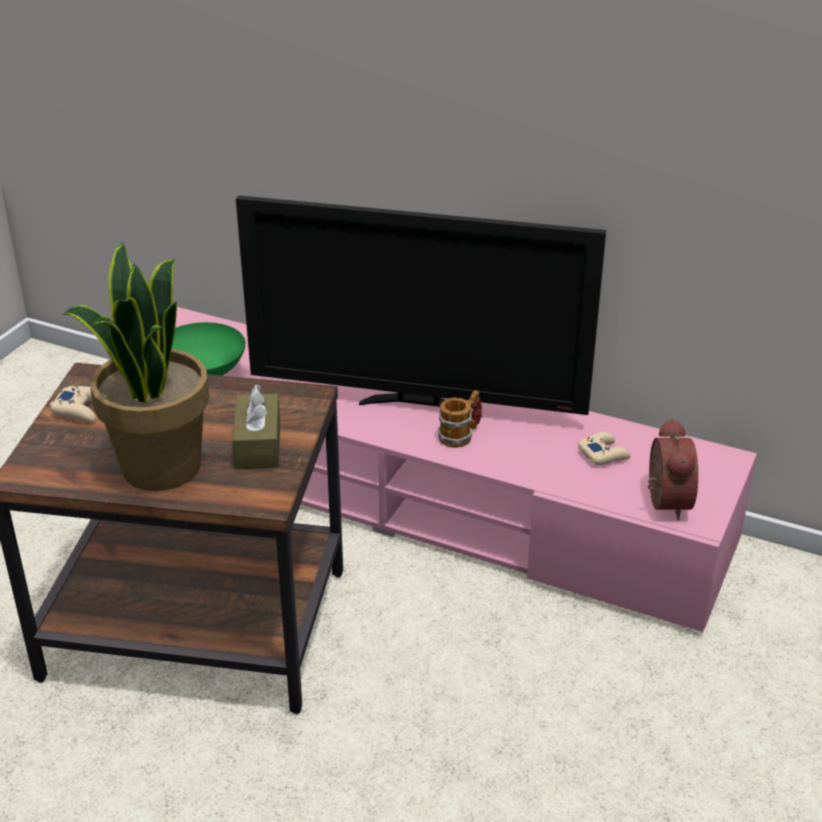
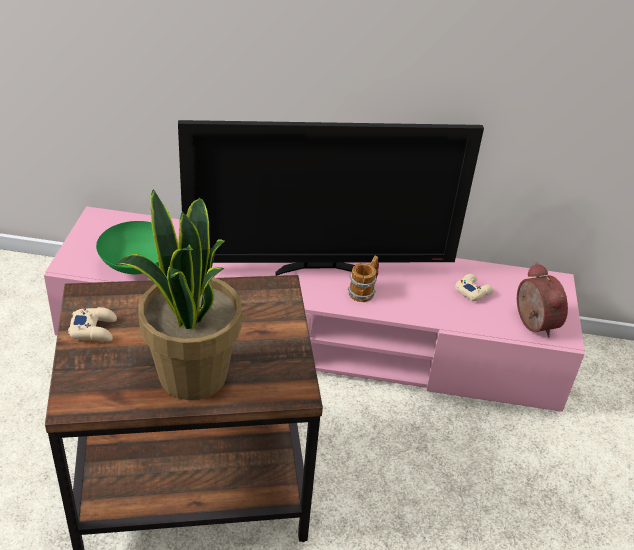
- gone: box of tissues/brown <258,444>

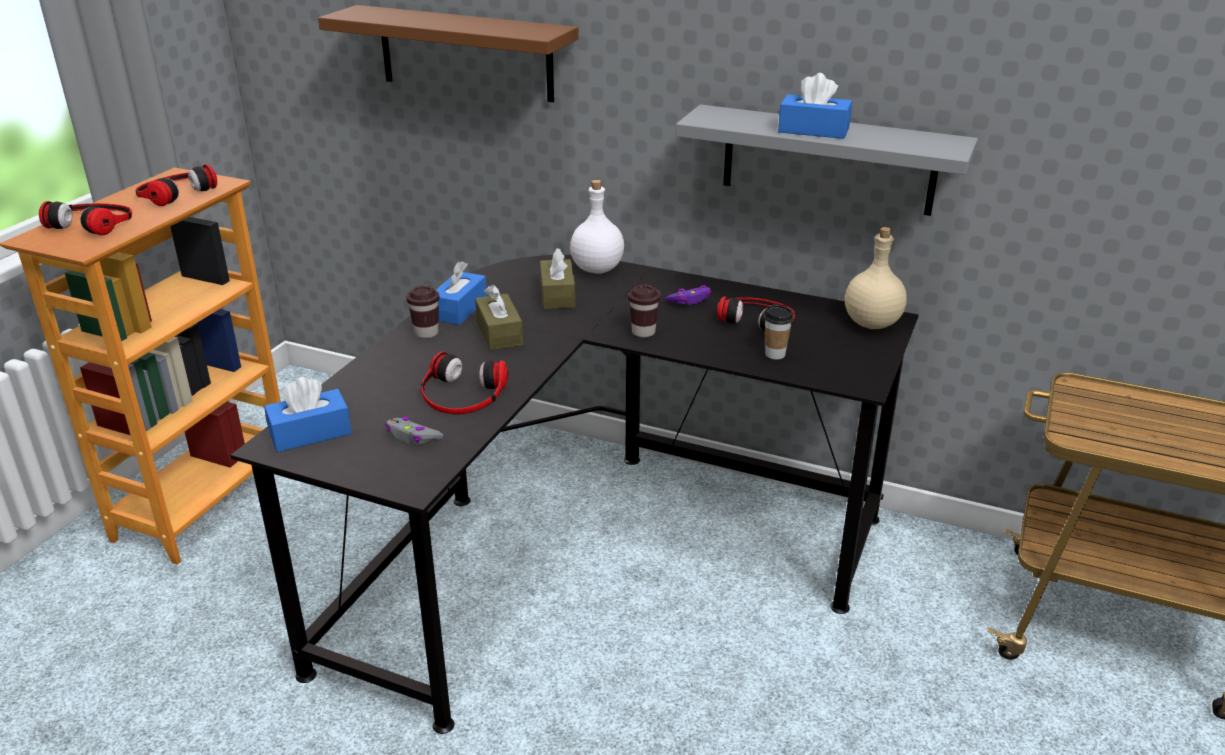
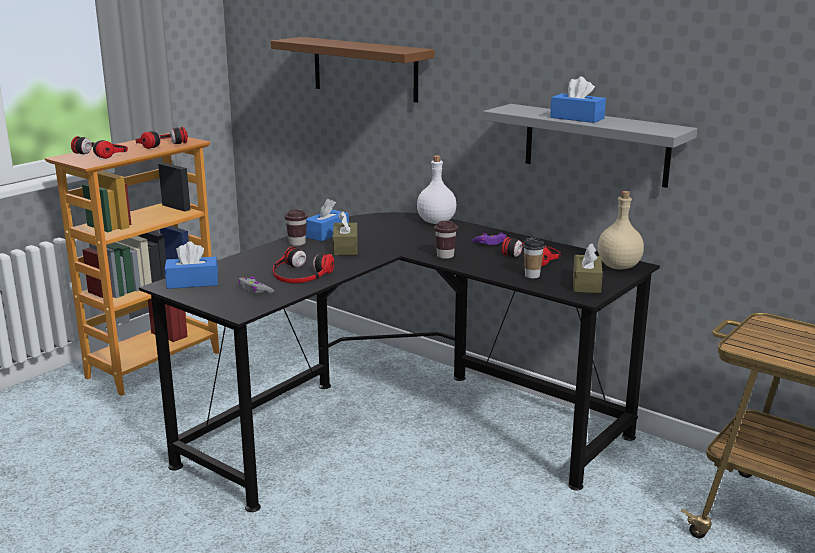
- shifted: box of tissues/brown <557,295> to <586,283>

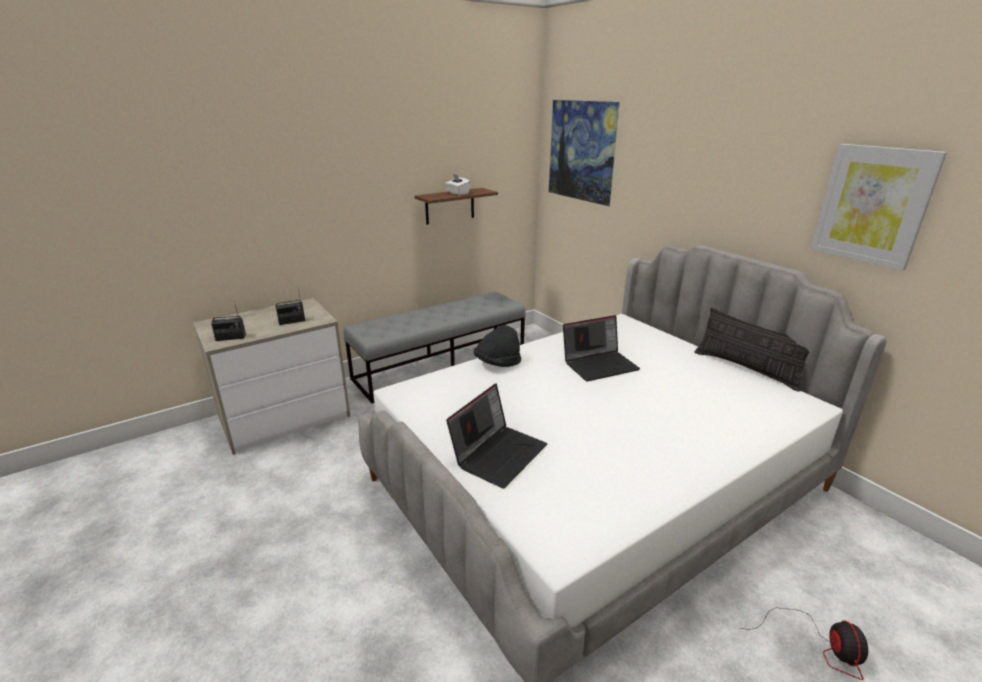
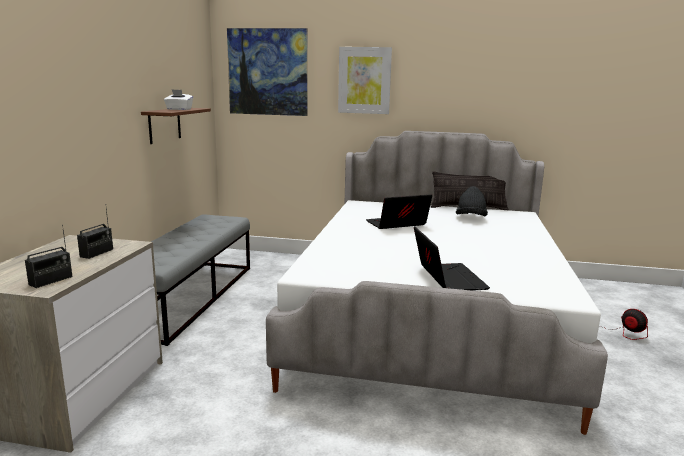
- shifted: wearable hat/blackish <497,363> to <470,218>
- shifted: wall art <872,205> to <364,80>
- rotated: portable computer <599,364> = <396,224> 135 degrees counterclockwise

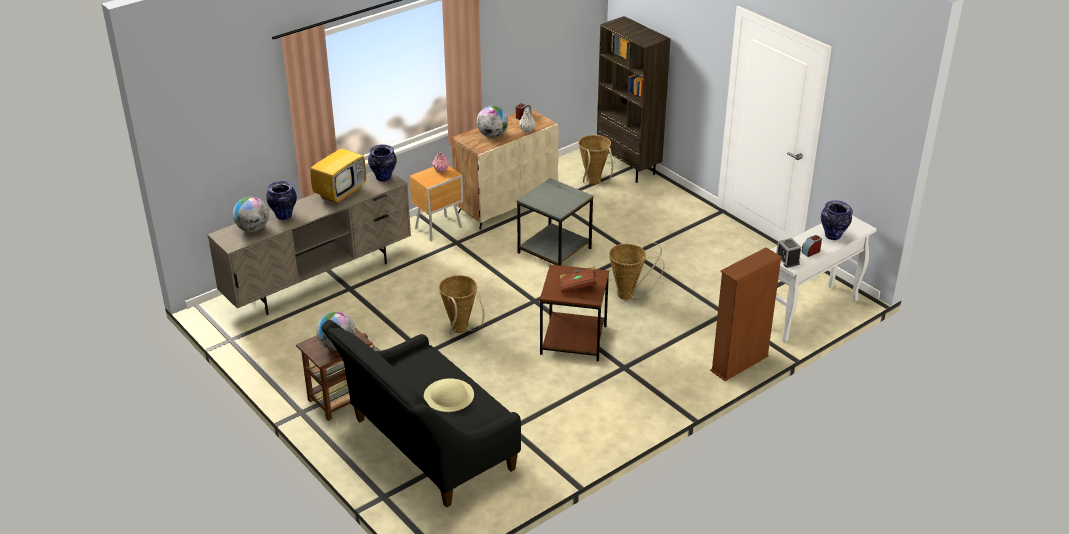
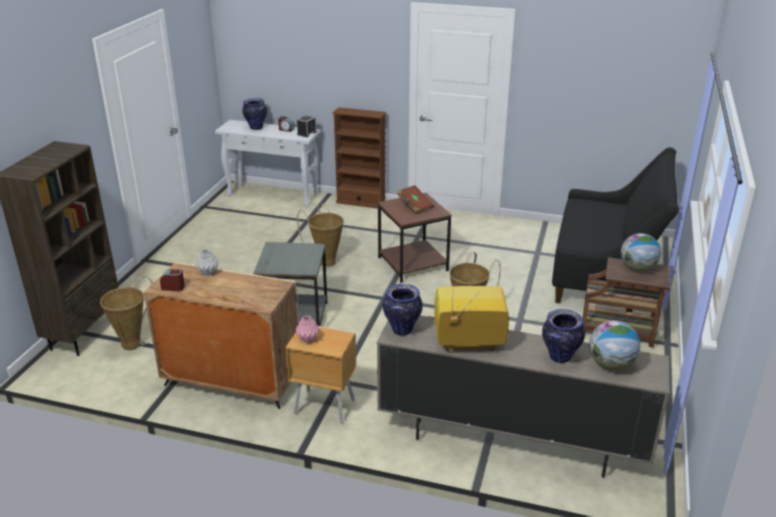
- gone: wearable hat/beige-coloured <448,395>
- gone: world globe <492,135>

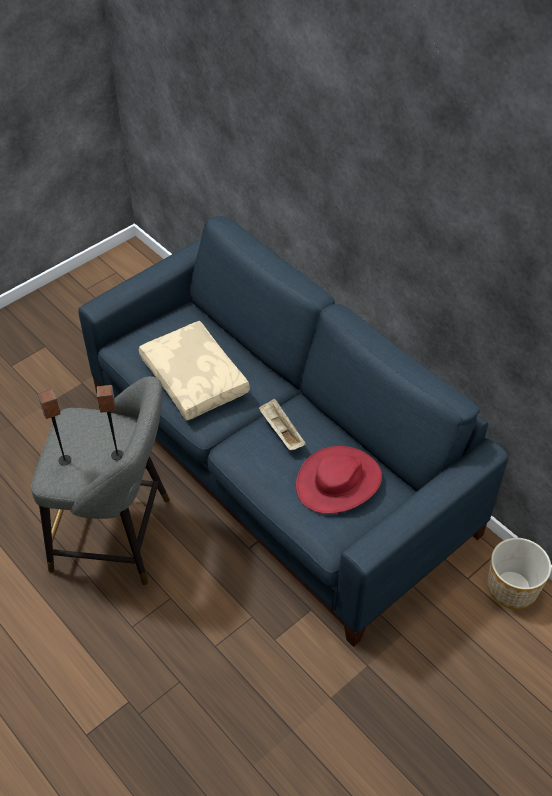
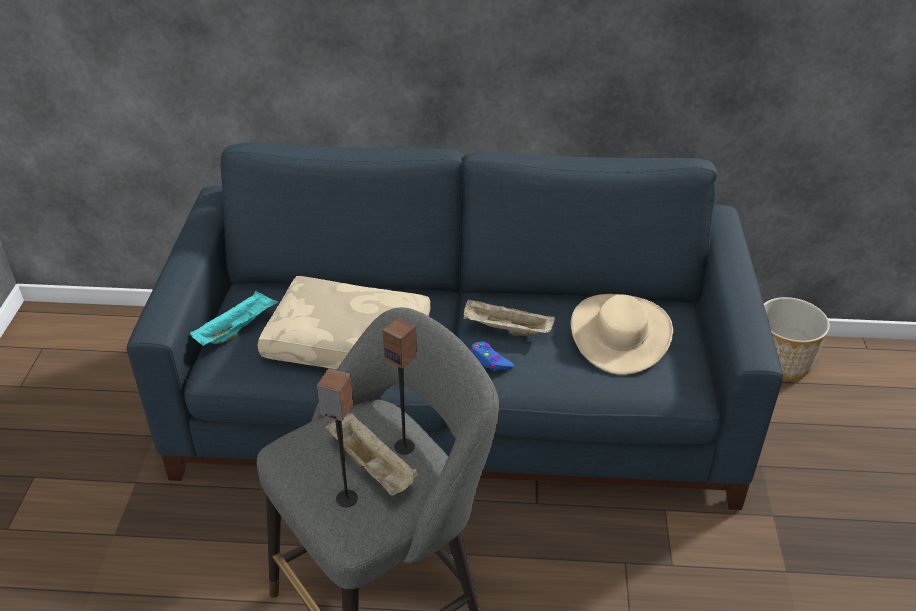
- new: tray/blue-green <237,329>
- new: tray/beige-coloured <373,467>
- new: gamepad/blue-coloured <490,361>
- repainted: wearable hat/red <339,482> to wearable hat/beige-coloured <620,334>

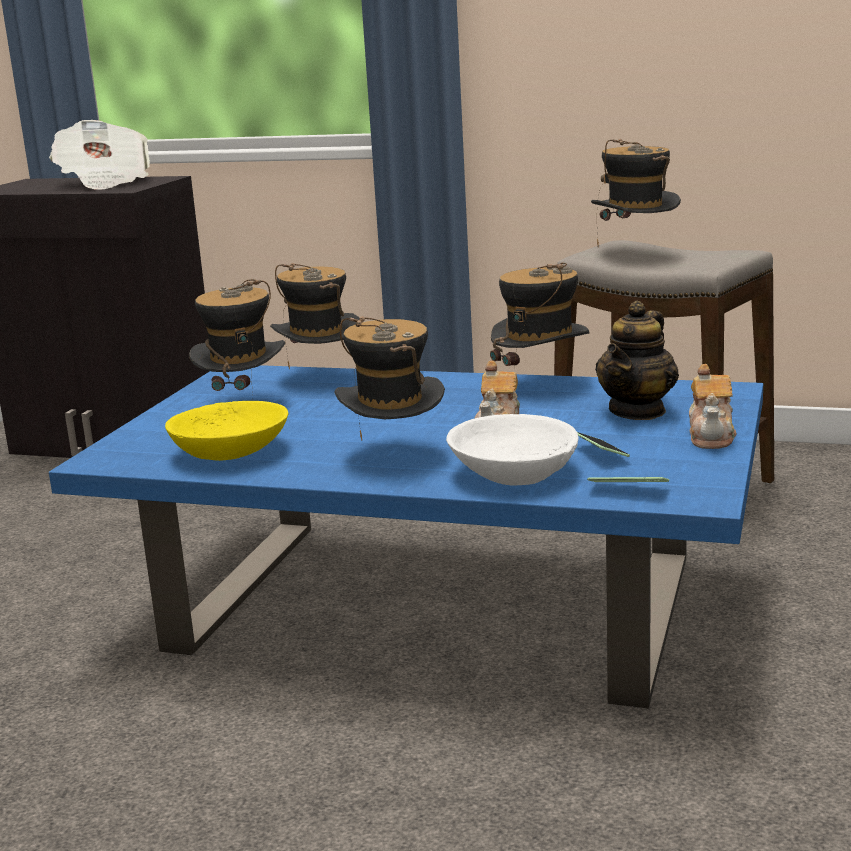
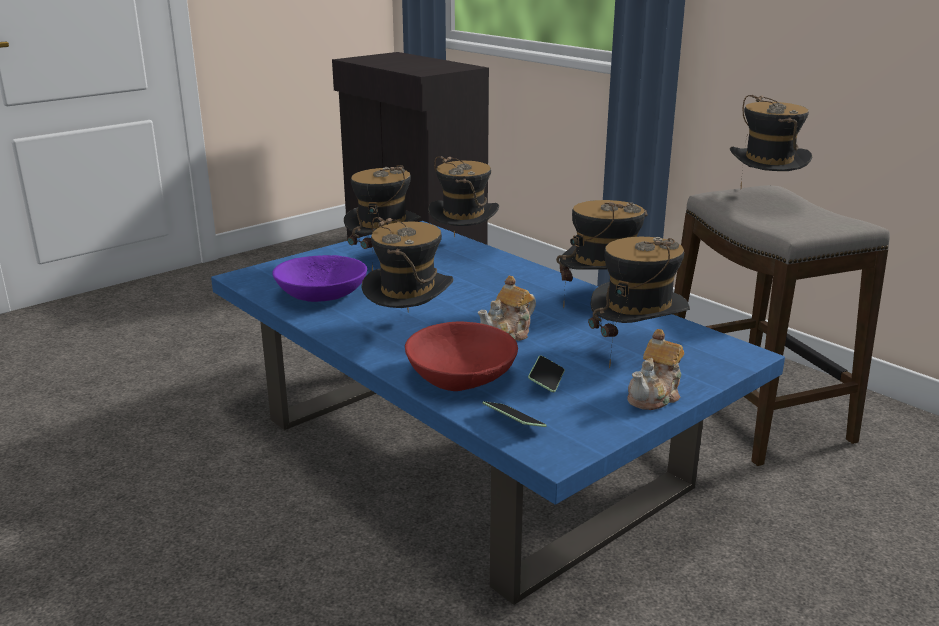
- gone: newspaper <104,183>
- swapped: tea pot <637,411> to wearable hat <635,351>
- repainted: serving bowl/yellow-coloured <231,452> to serving bowl/purplish <321,295>
- repainted: serving bowl/white <513,472> to serving bowl/red <461,375>

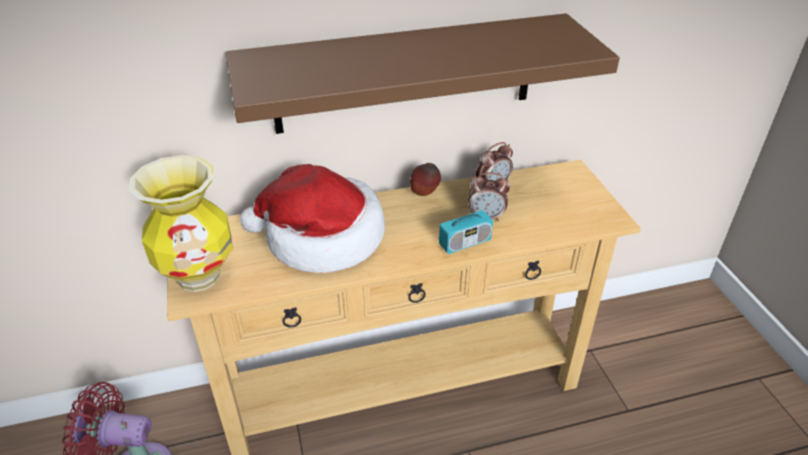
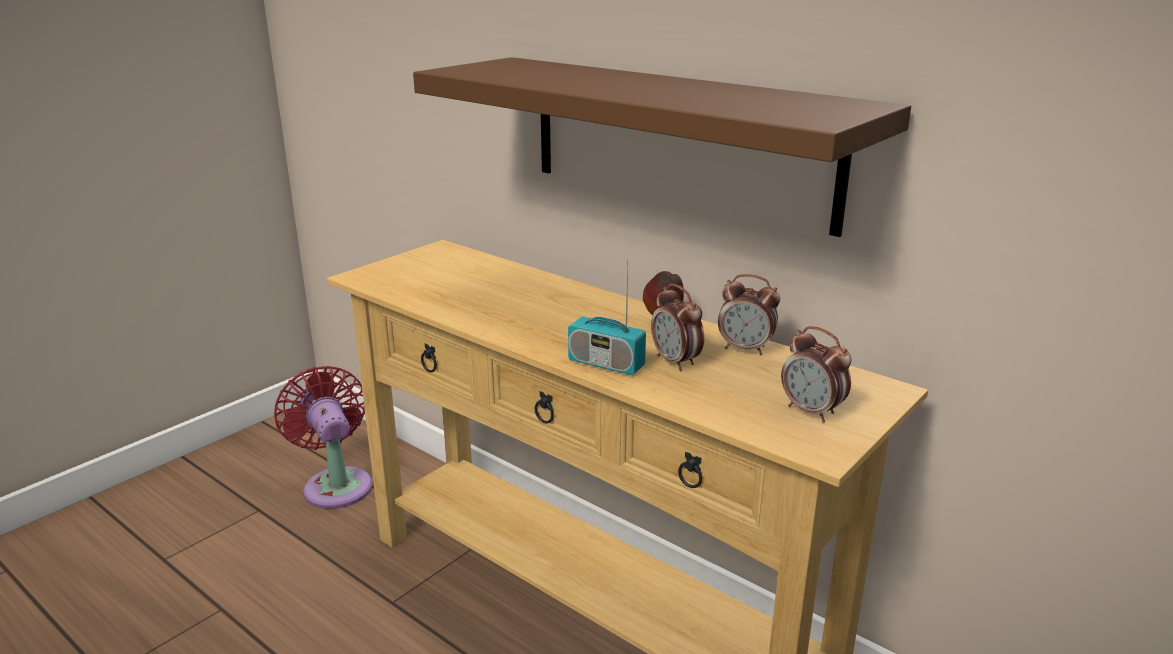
- gone: flower vase <199,276>
- gone: wearable hat <321,238>
- new: bedside clock <812,412>

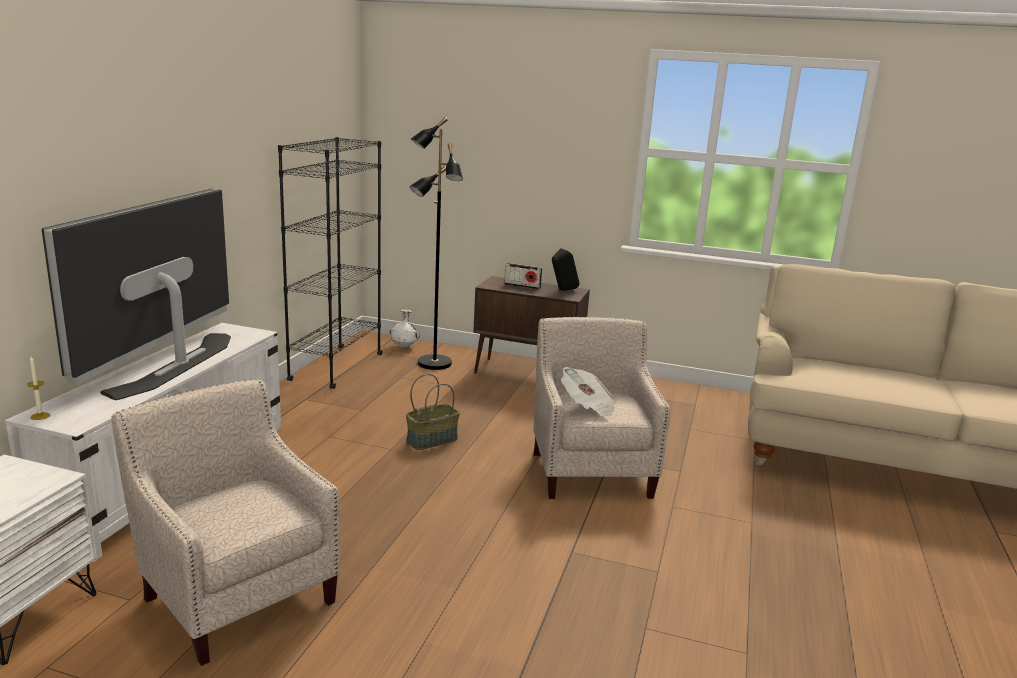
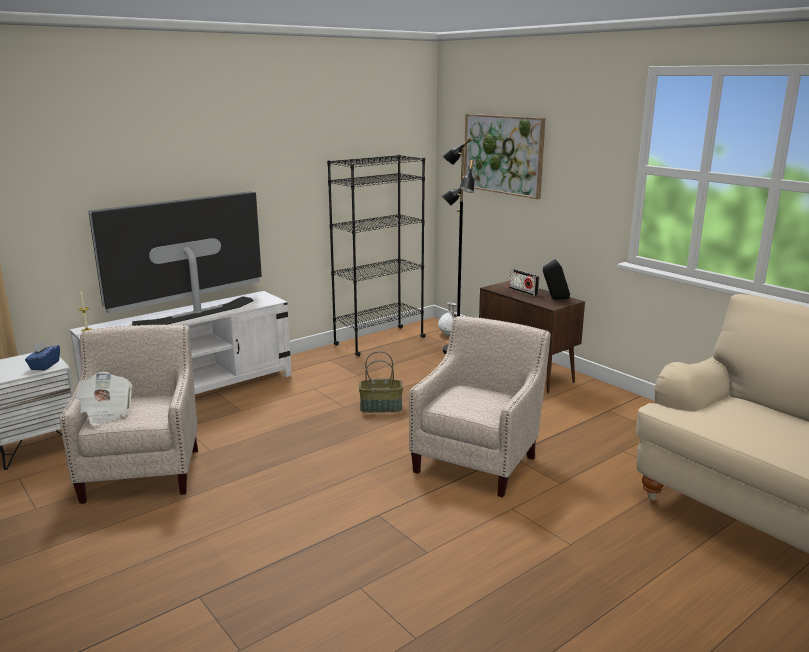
- new: box of tissues/blue-coloured <44,365>
- new: wall art <503,154>
- shifted: newspaper <588,407> to <105,412>

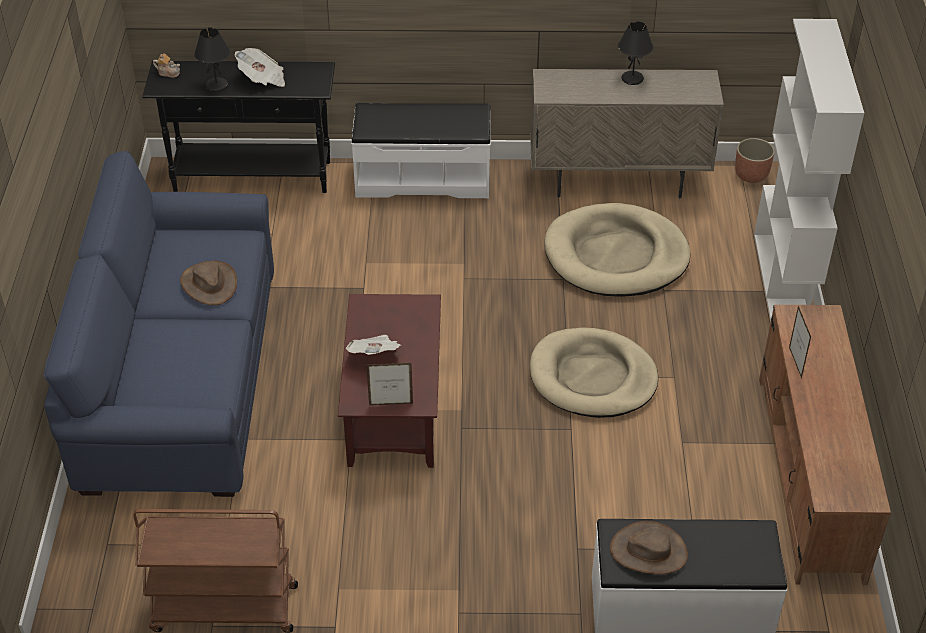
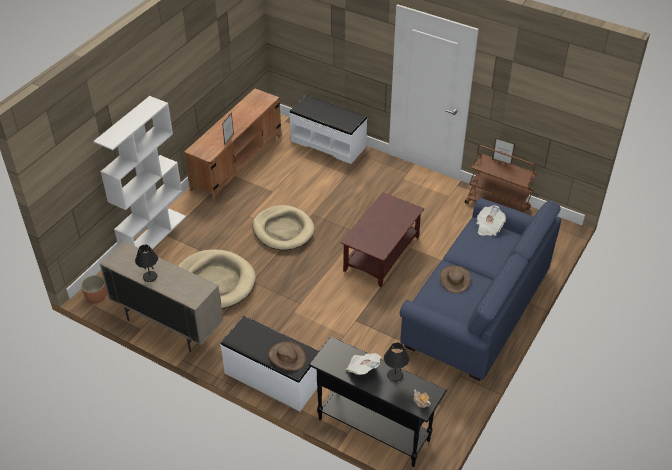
- shifted: newspaper <374,355> to <488,227>
- shifted: photo frame <390,404> to <501,162>
- shifted: wearable hat/brown <648,551> to <287,357>

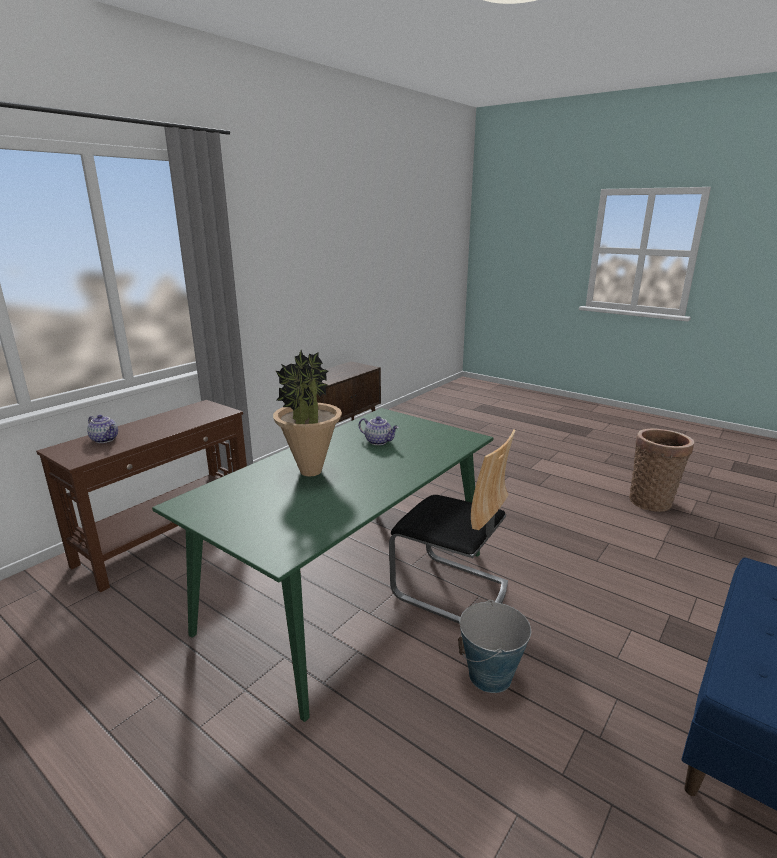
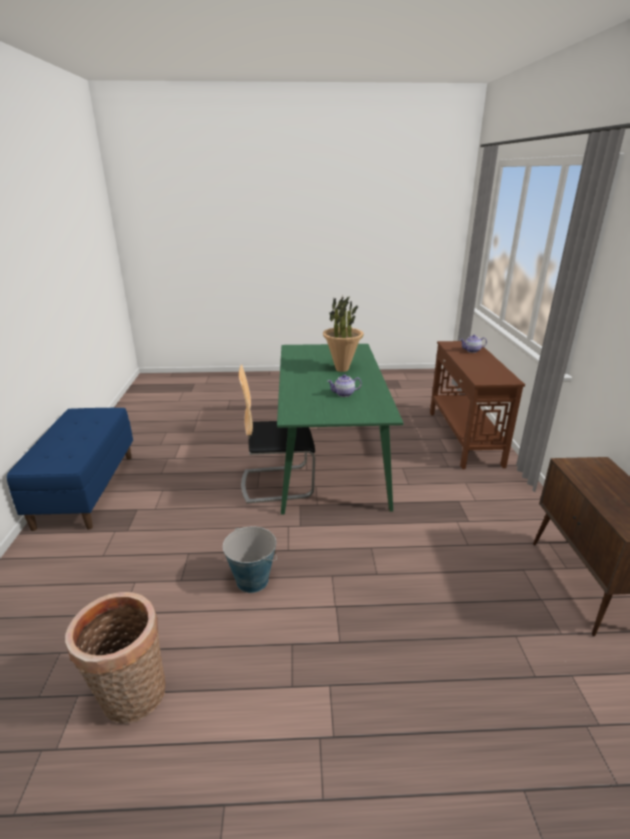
- shifted: pail <490,676> to <252,580>

